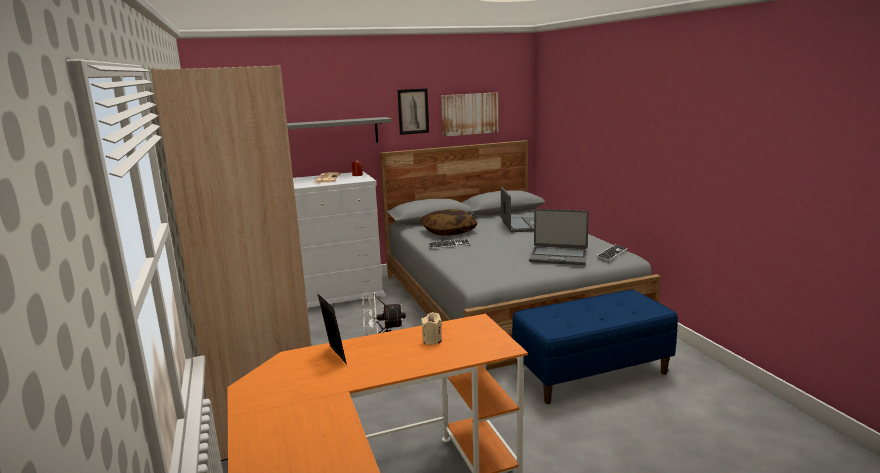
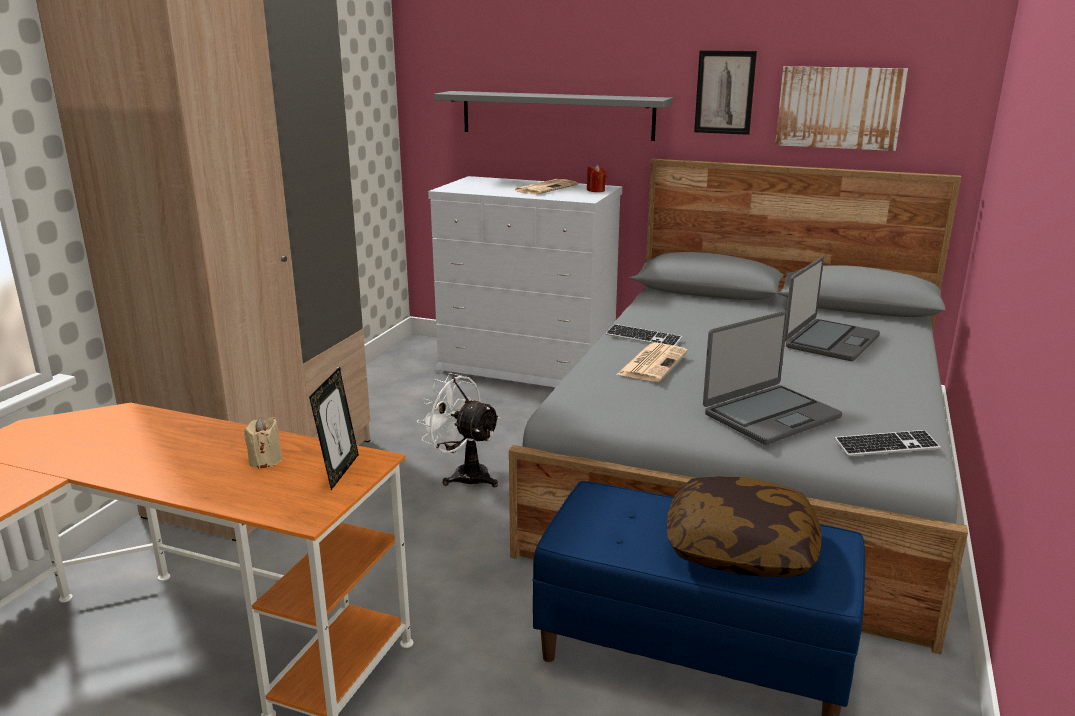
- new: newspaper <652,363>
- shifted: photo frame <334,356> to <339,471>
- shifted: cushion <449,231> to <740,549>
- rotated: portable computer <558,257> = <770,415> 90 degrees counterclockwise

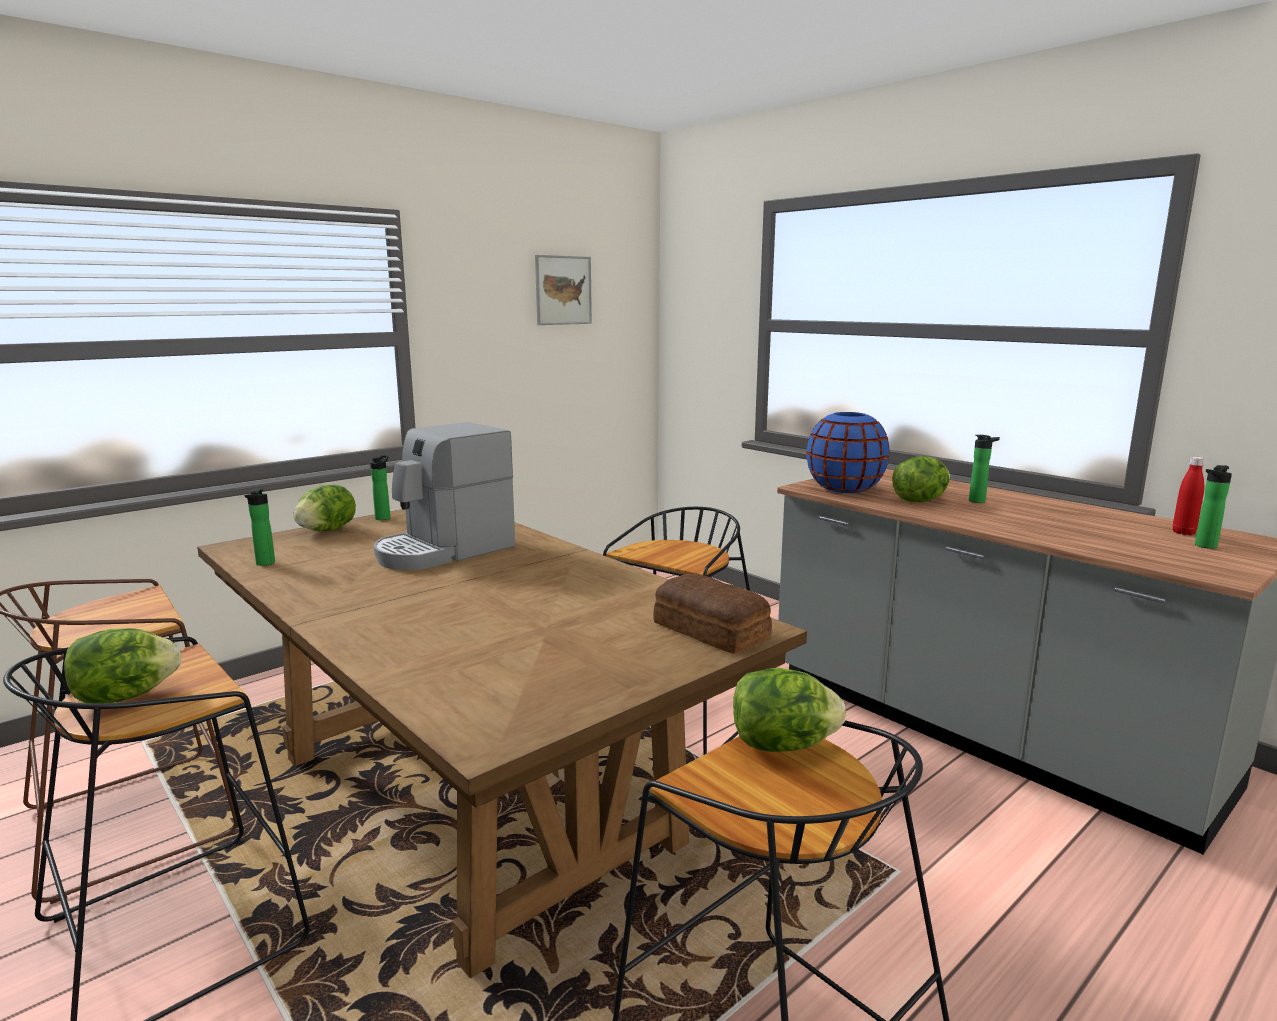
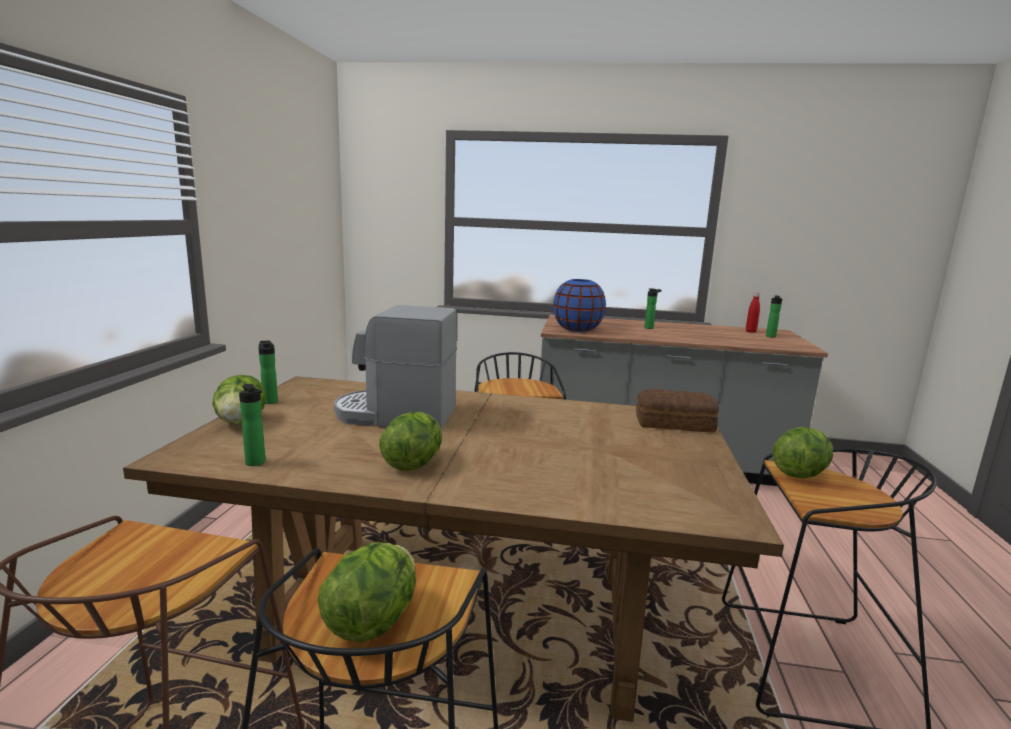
- gone: wall art <563,290>
- shifted: head of lettuce <920,501> to <413,464>
- rotated: coffee maker <444,551> = <395,415> 90 degrees clockwise

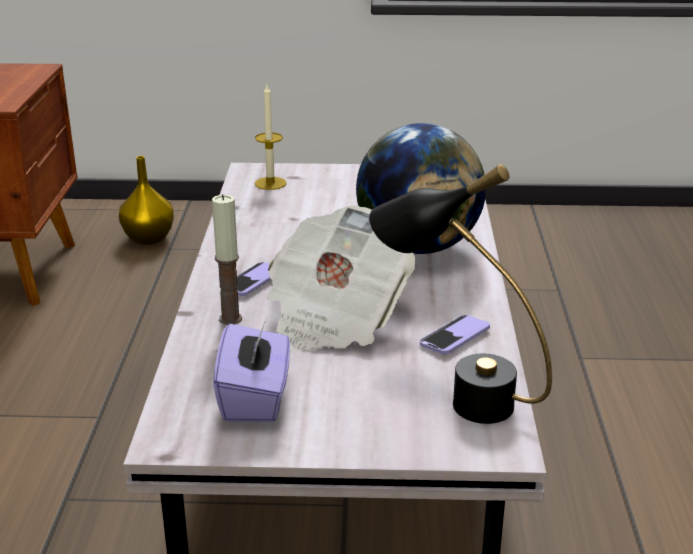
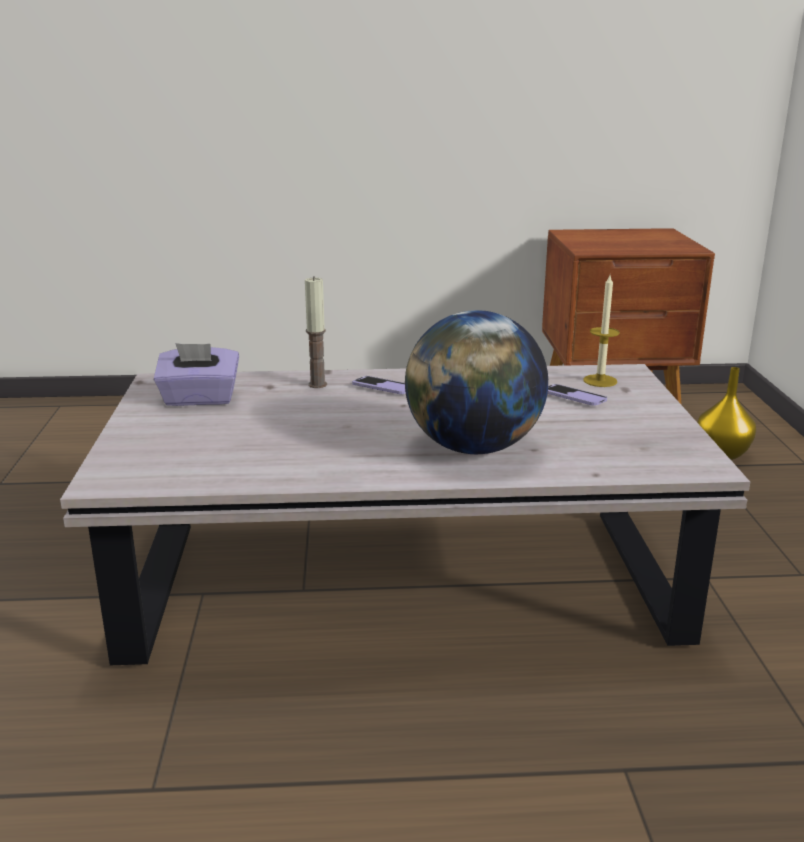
- gone: newspaper <334,316>
- gone: lamp for a table/blackish <455,396>
- shifted: handset <455,337> to <573,397>

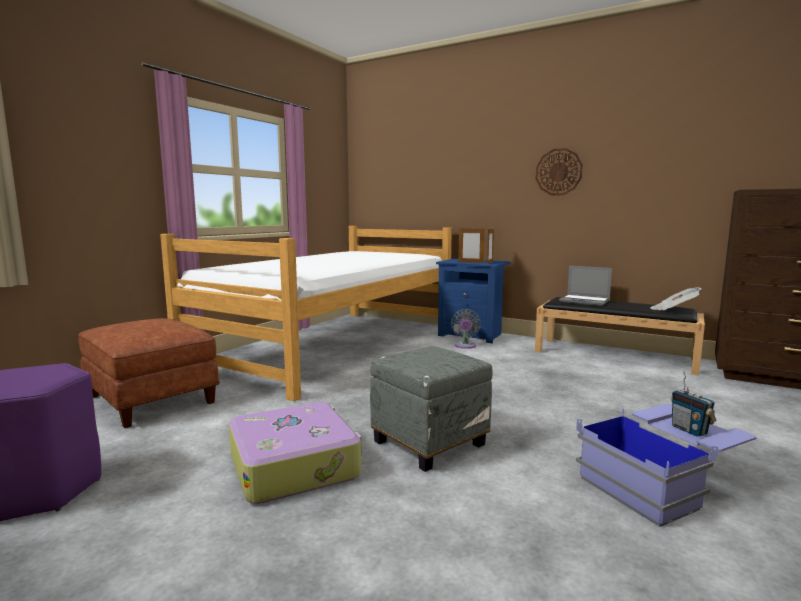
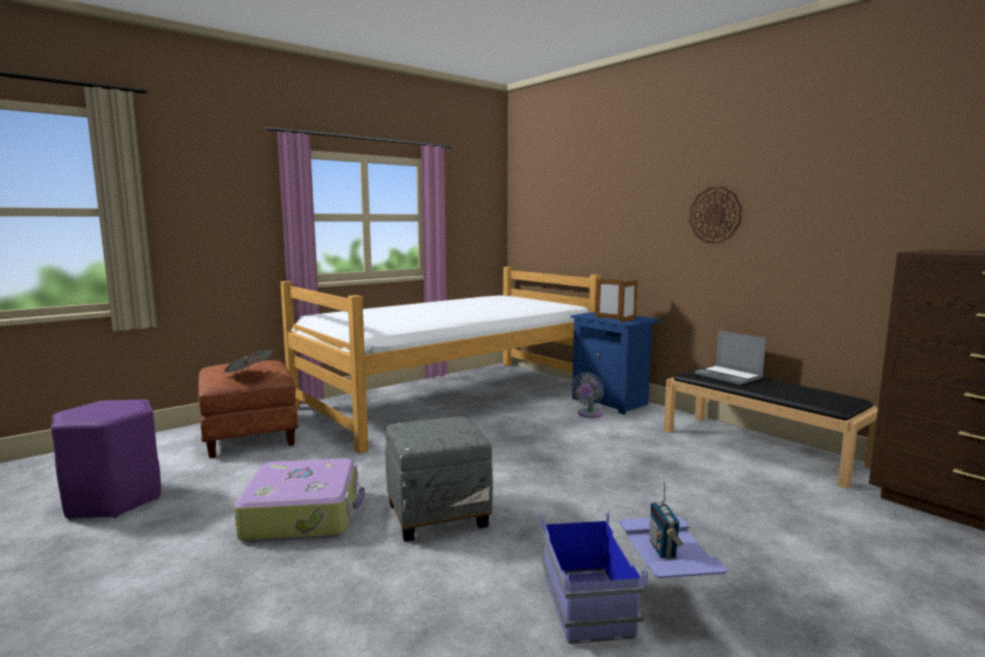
- shifted: newspaper <674,310> to <249,374>

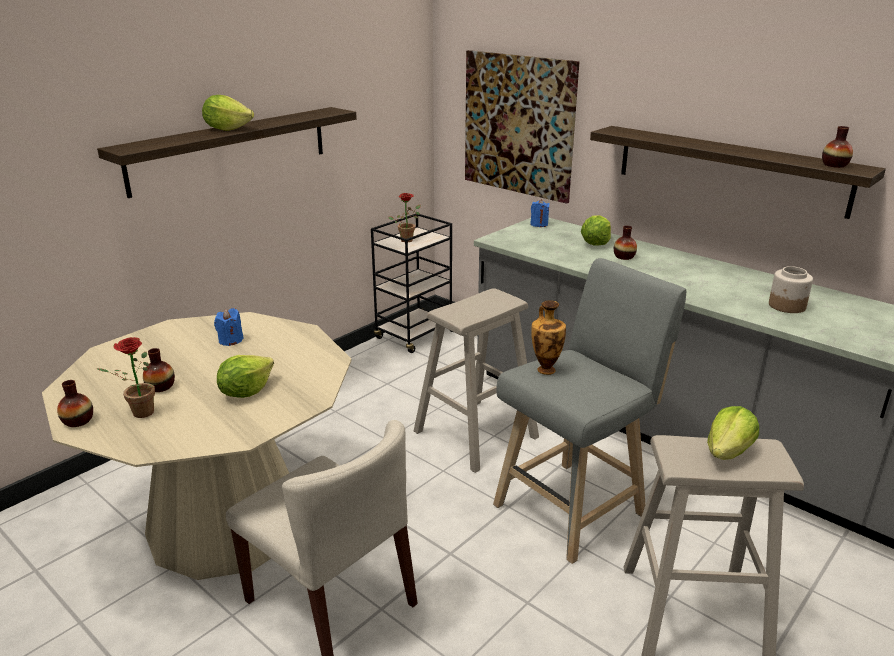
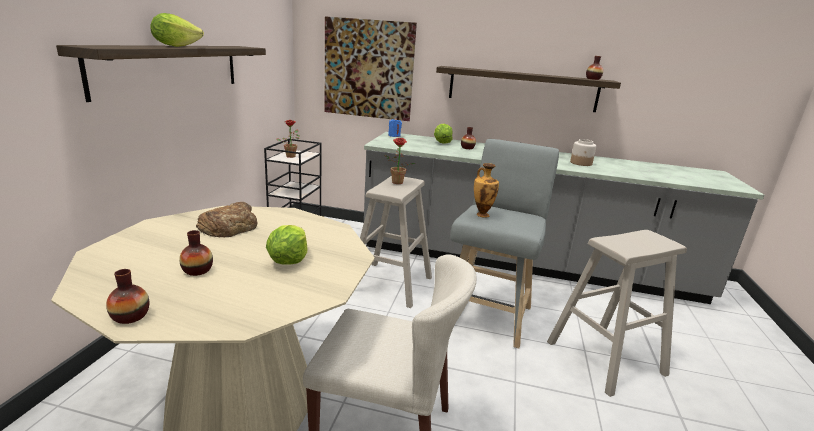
- gone: head of lettuce <728,452>
- shifted: houseplant <138,414> to <396,183>
- swapped: wax light/blue-coloured <230,340> to bread <229,226>

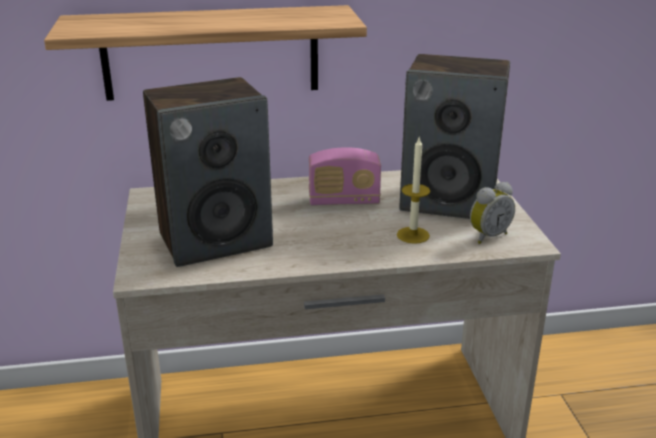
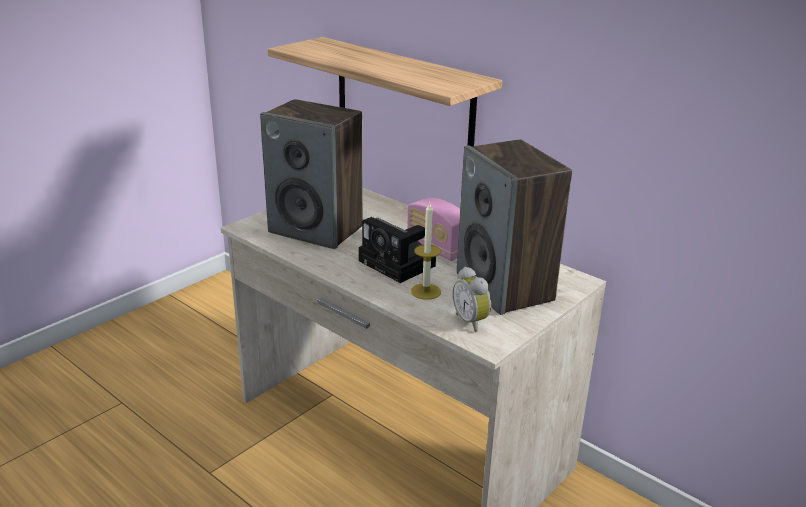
- new: still camera <399,264>
- rotated: bedside clock <487,236> = <472,322> 45 degrees clockwise

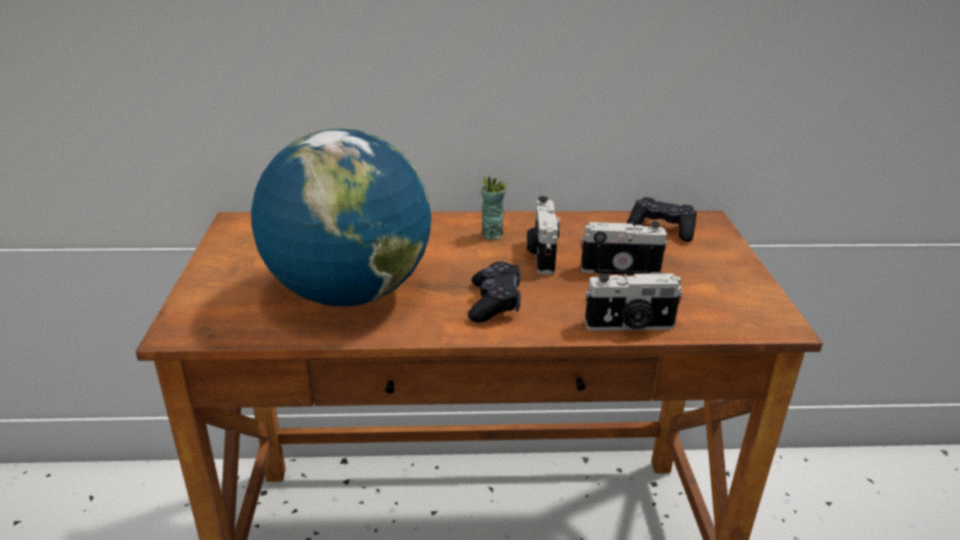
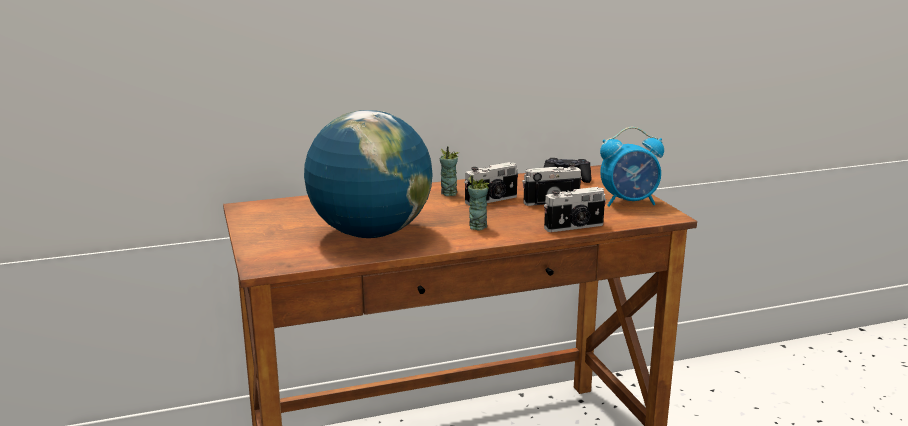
- new: bedside clock <629,202>
- swapped: gamepad/blackish <494,302> to cup <477,226>
- rotated: still camera <541,255> = <492,200> 105 degrees counterclockwise

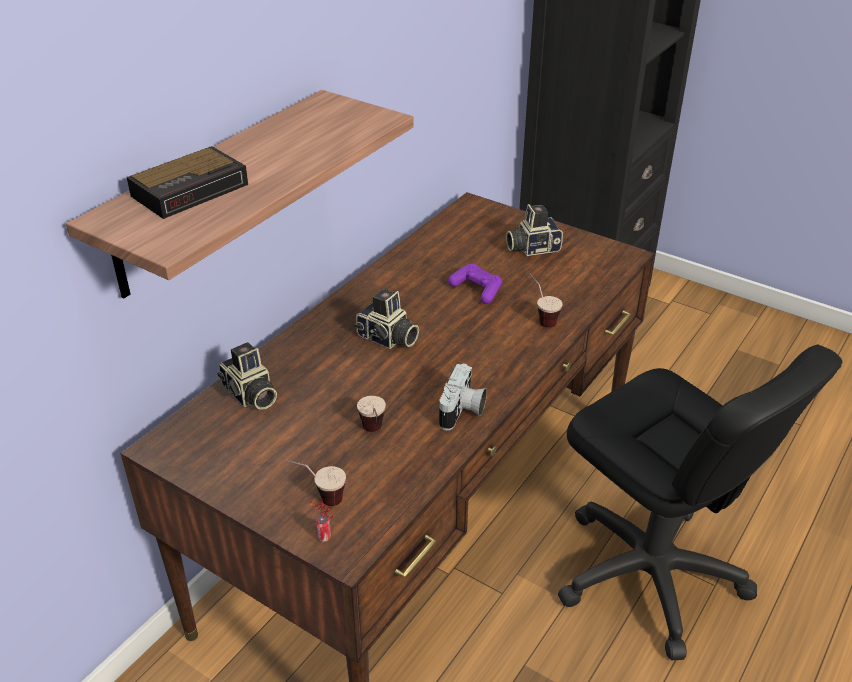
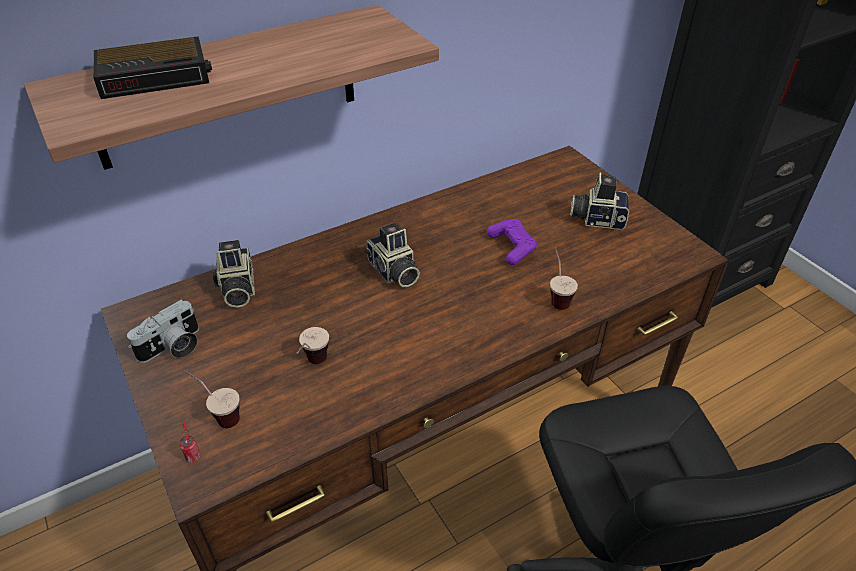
- shifted: still camera <463,411> to <173,348>

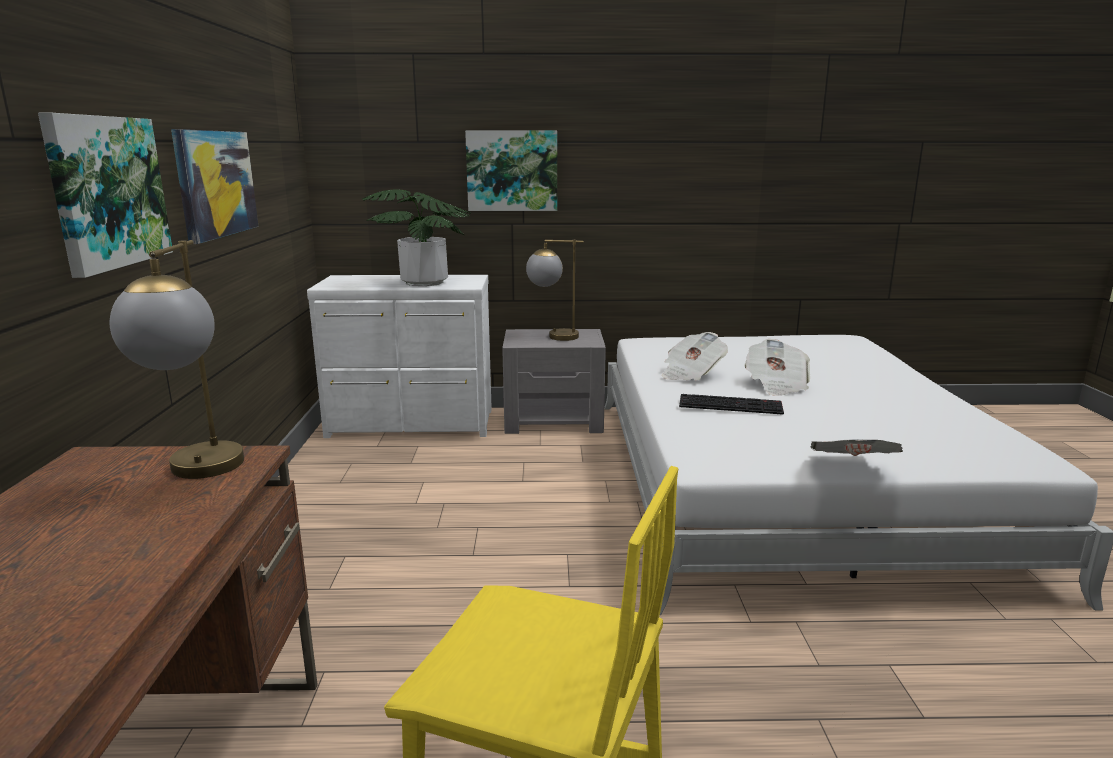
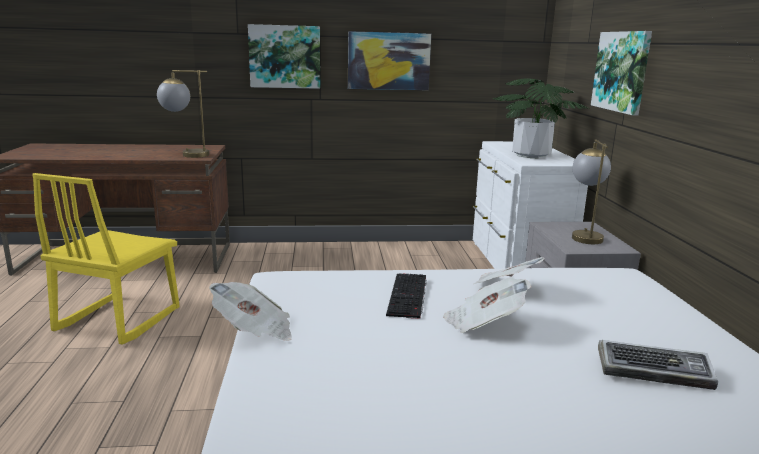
- new: computer keyboard <654,371>

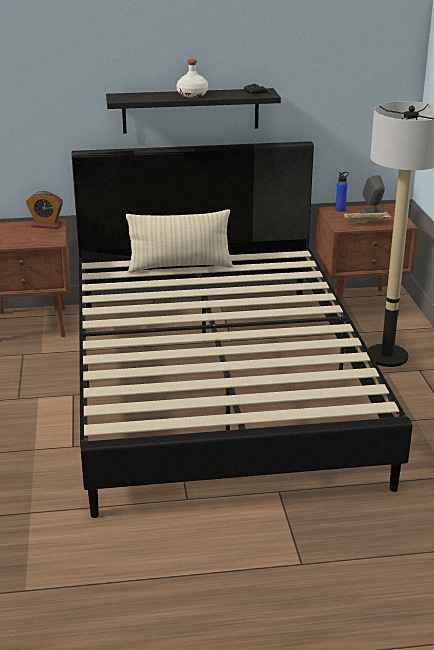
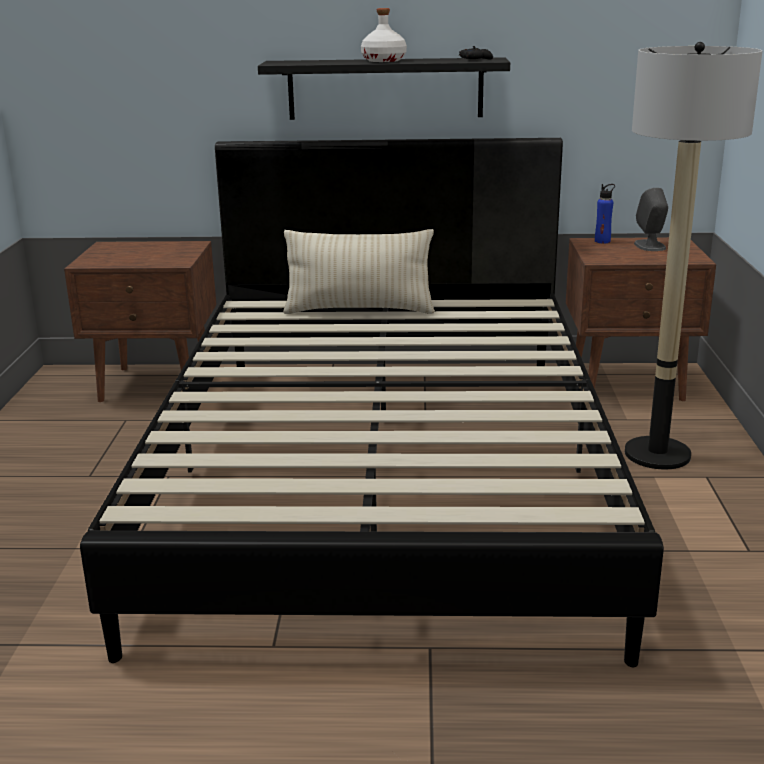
- gone: bedside clock <46,225>
- gone: tray/beige-coloured <367,223>

